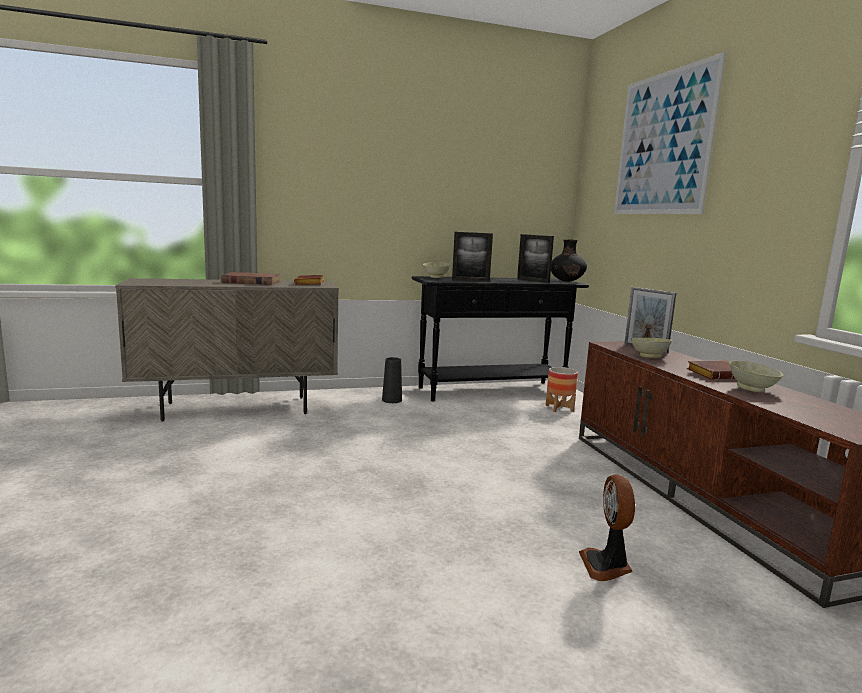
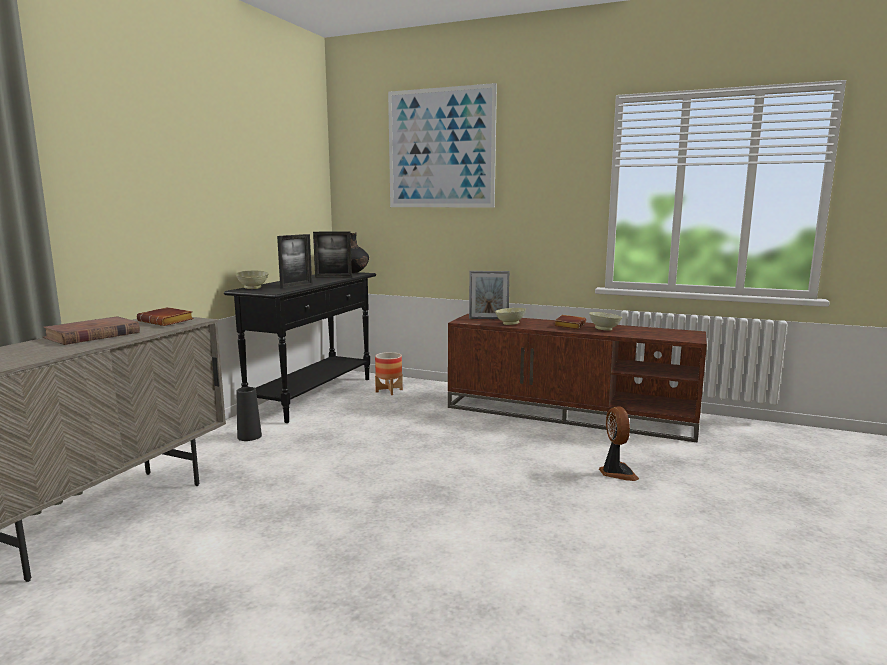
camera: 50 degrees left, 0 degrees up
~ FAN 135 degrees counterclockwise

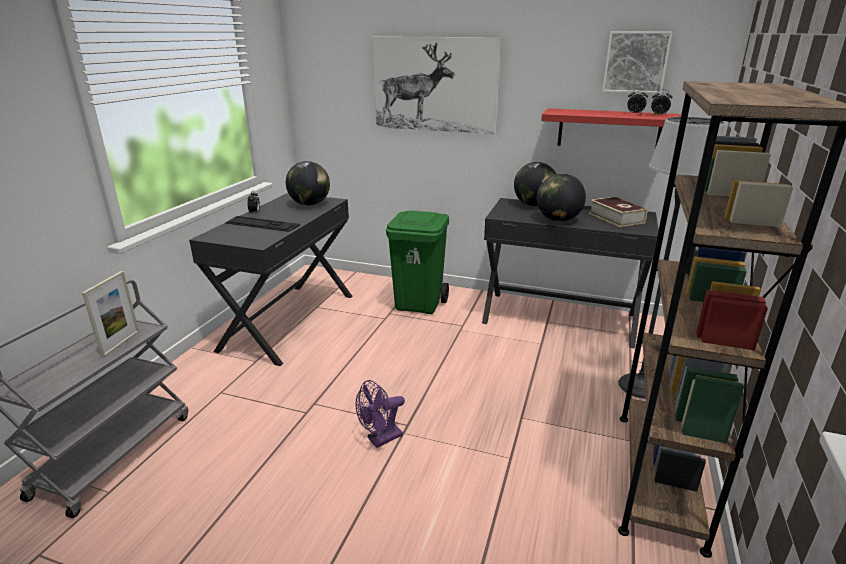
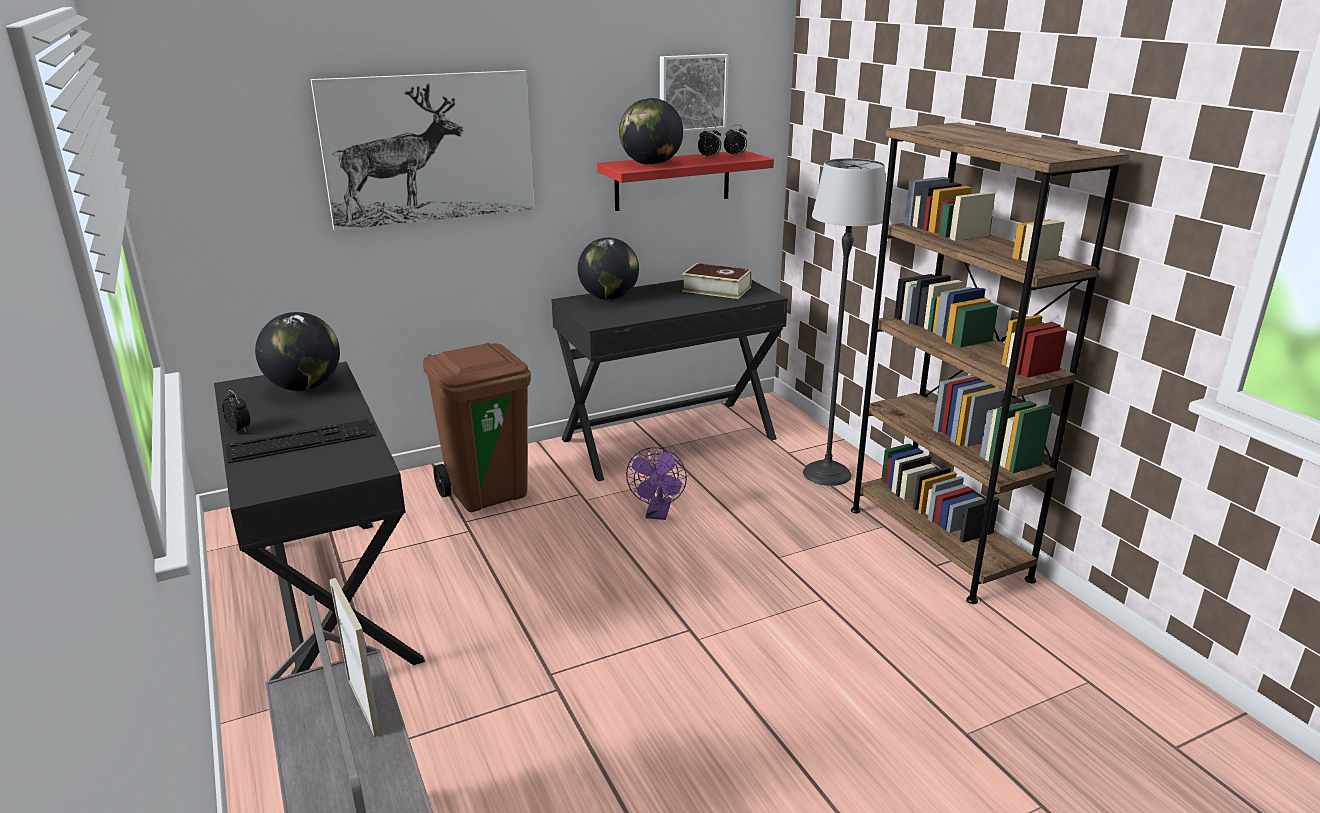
camera: 45 degrees left, 0 degrees up
~ GLOBE (no. 3 from left)
~ GREEN TRASH CAN to BROWN TRASH CAN
~ PURPLE FAN

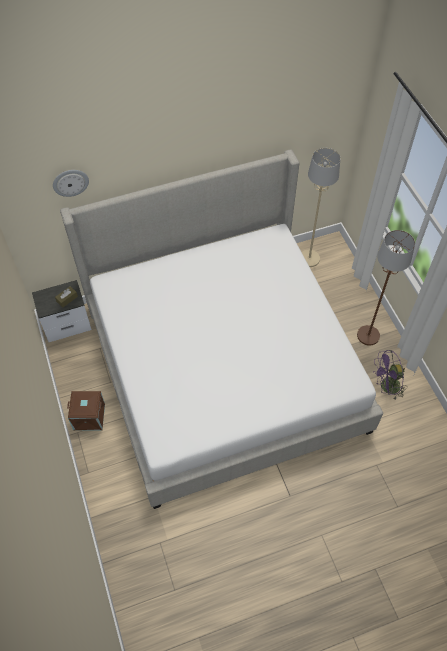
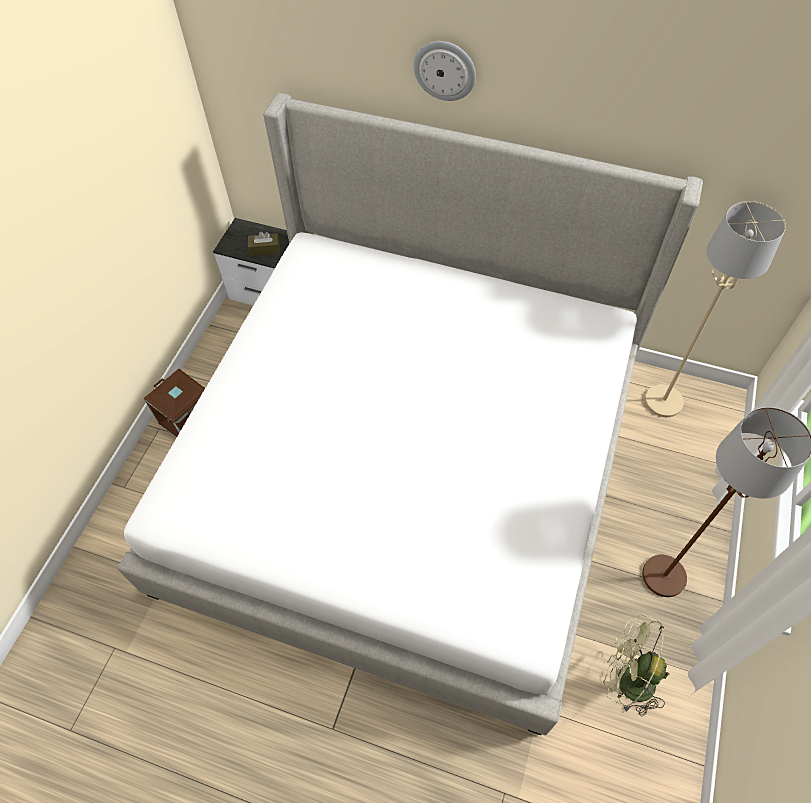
camera: 40 degrees right, 0 degrees up
~ WALL CLOCK
~ PURPLE FAN to GREEN FAN

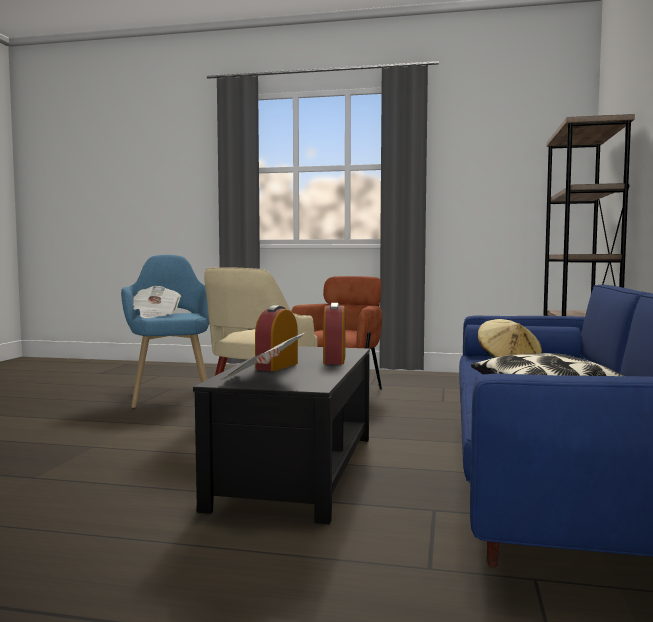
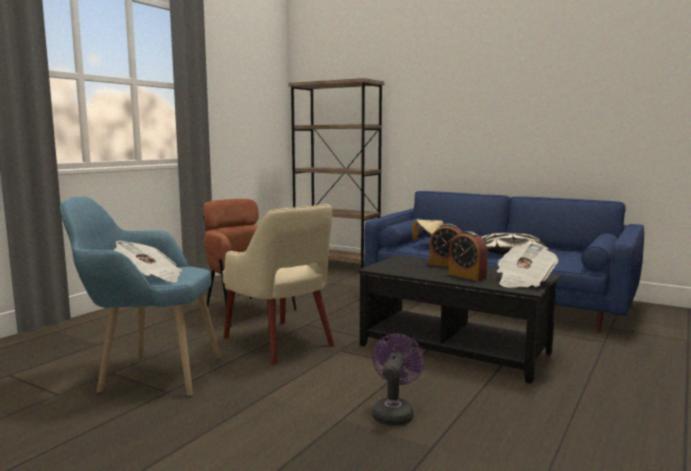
camera: 70 degrees left, 5 degrees up
+ PURPLE FAN

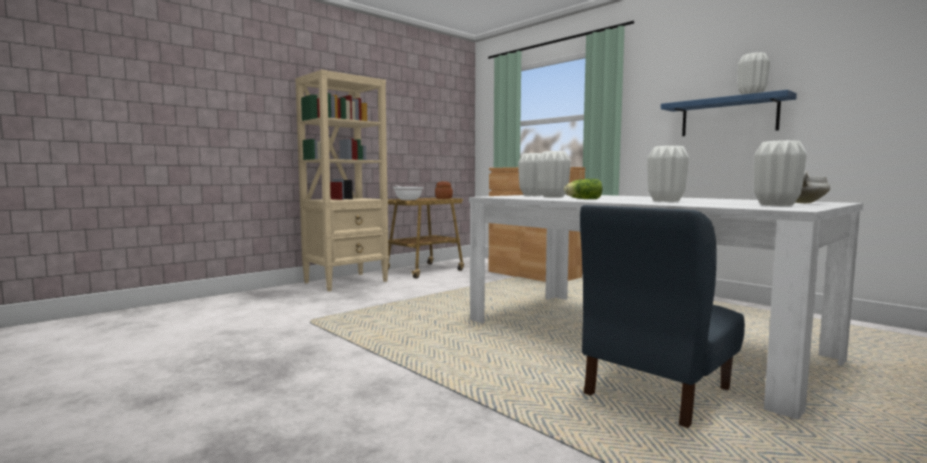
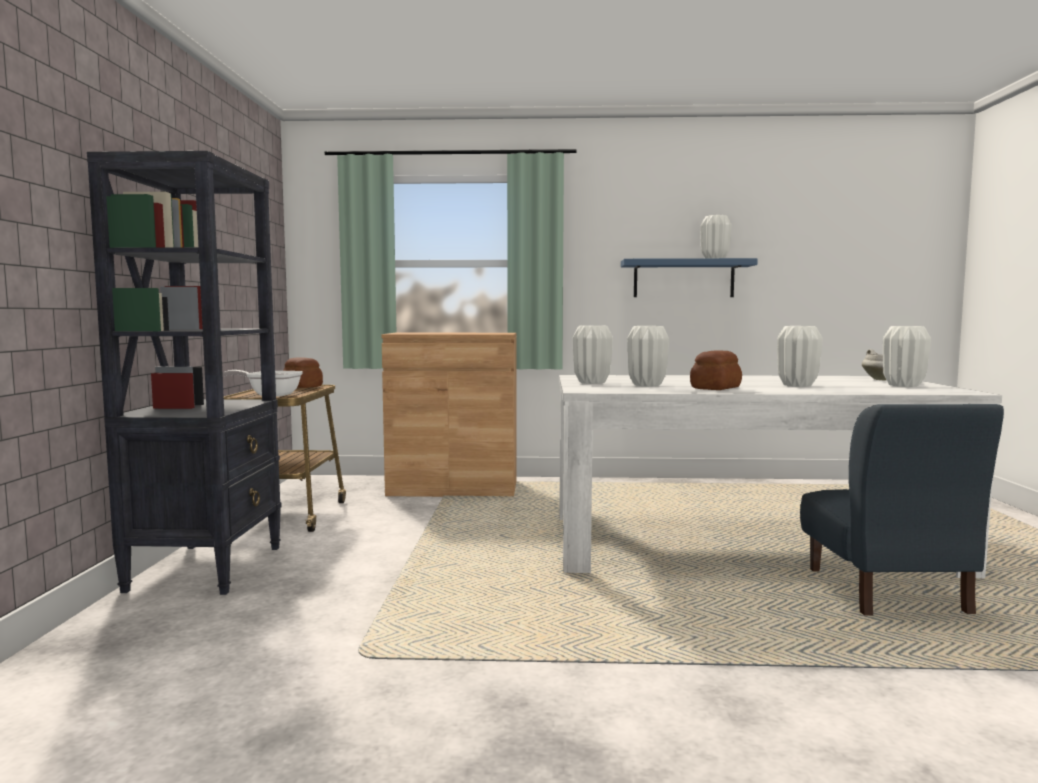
camera: 45 degrees left, 0 degrees up
~ BEIGE BOOKCASE to BLACK BOOKCASE
~ LETTUCE to BREAD (no. 2 from left)

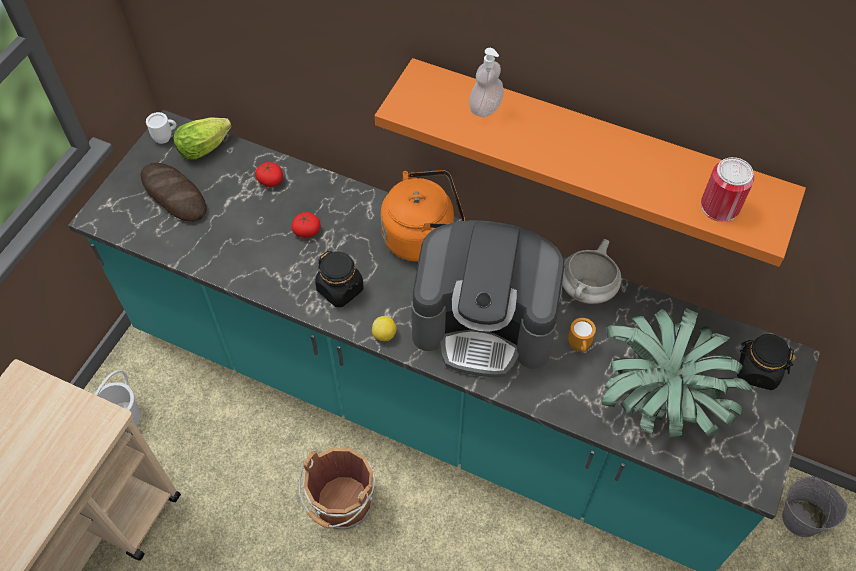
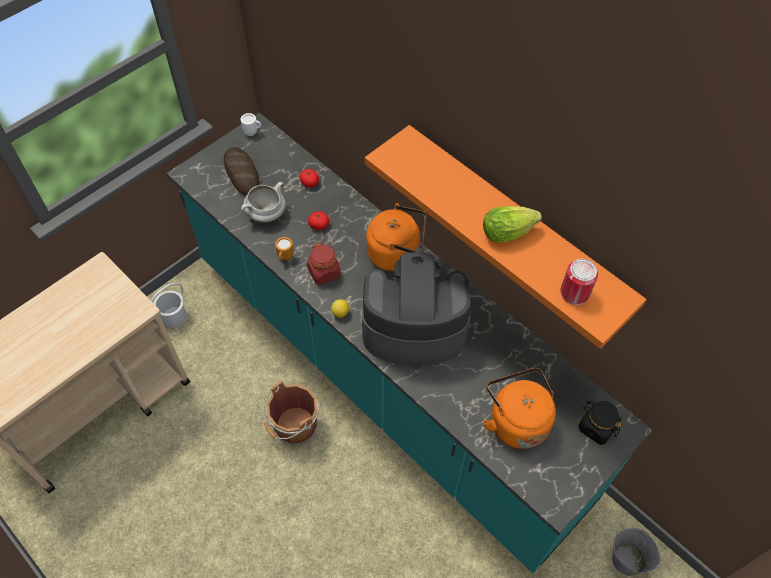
camera: 20 degrees right, 0 degrees up
- SOAP DISPENSER
~ LETTUCE
~ COFFEE MACHINE 150 degrees clockwise
~ WHITE COOKING POT
~ BLACK JAR (no. 1 from left) to RED JAR
~ POTTED PLANT to ORANGE KETTLE (no. 2 from left)
~ ORANGE MUG

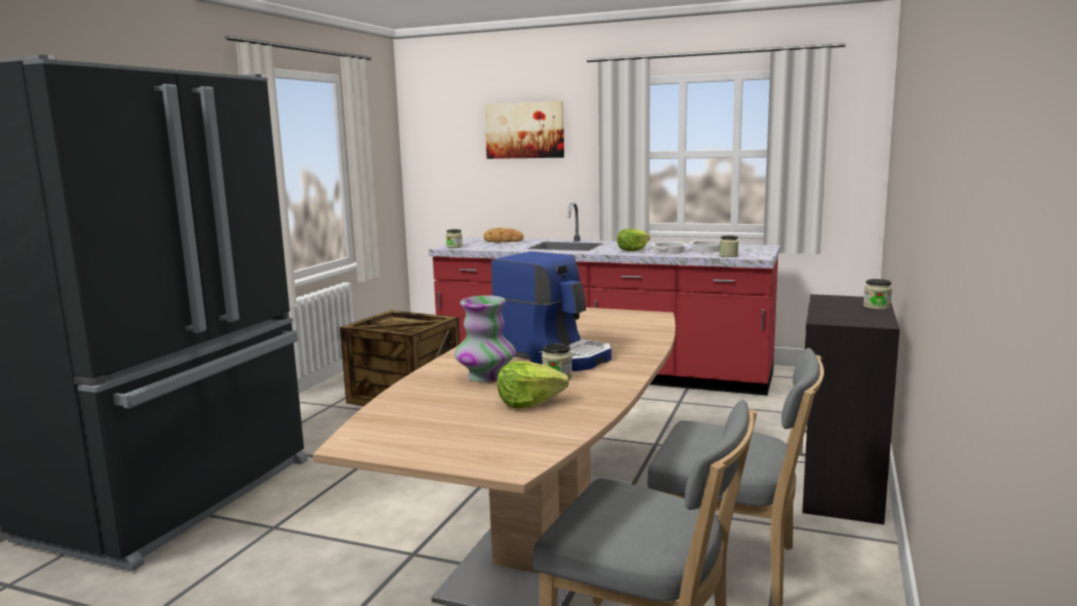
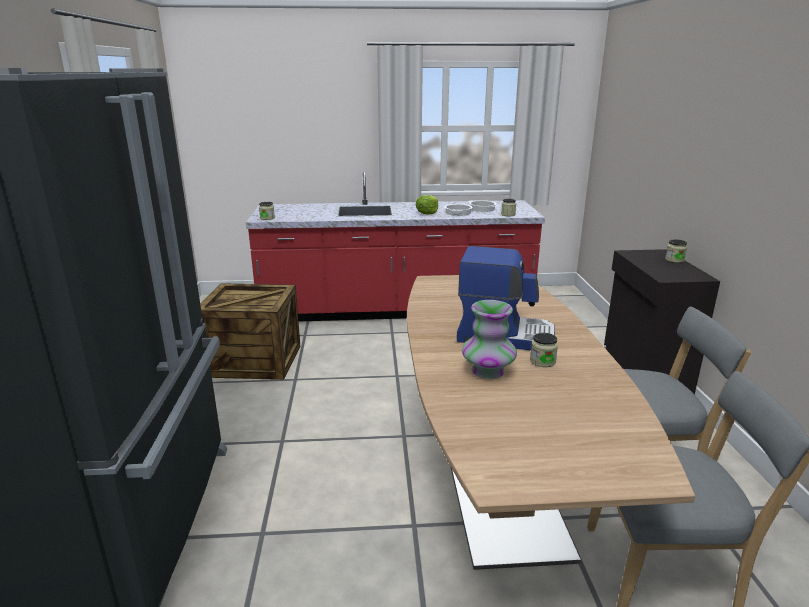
camera: 25 degrees left, 10 degrees up
- PICTURE
- BREAD
- LETTUCE (no. 1 from left)

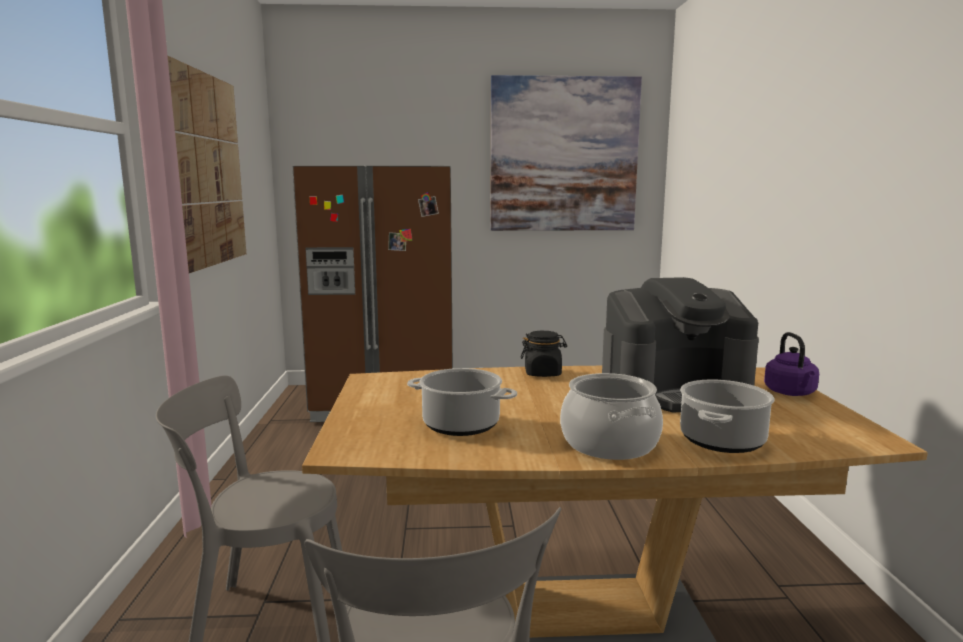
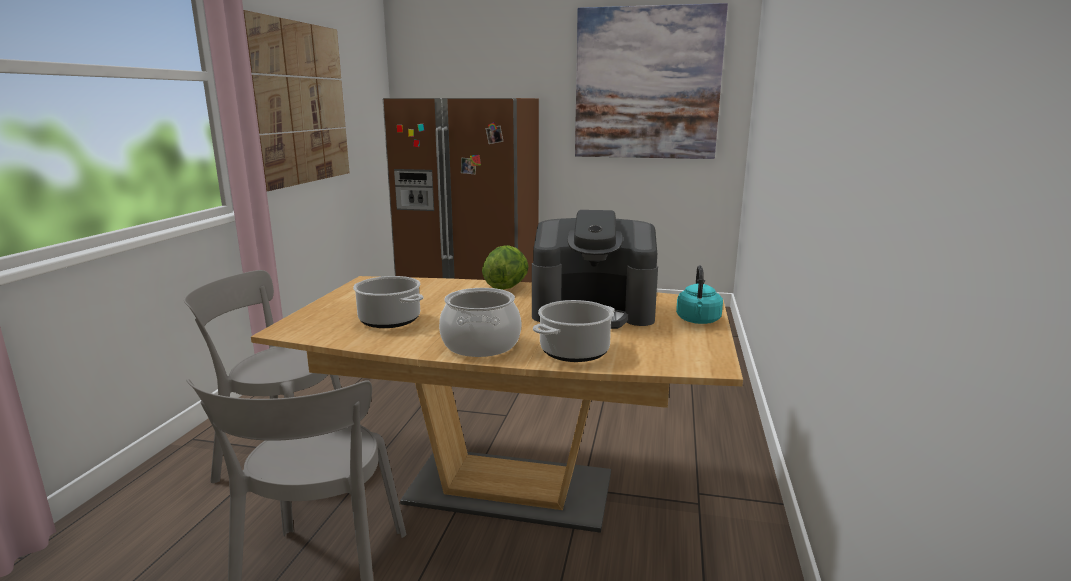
camera: 15 degrees right, 5 degrees up
~ BLACK JAR to LETTUCE
~ PURPLE KETTLE to TURQUOISE KETTLE

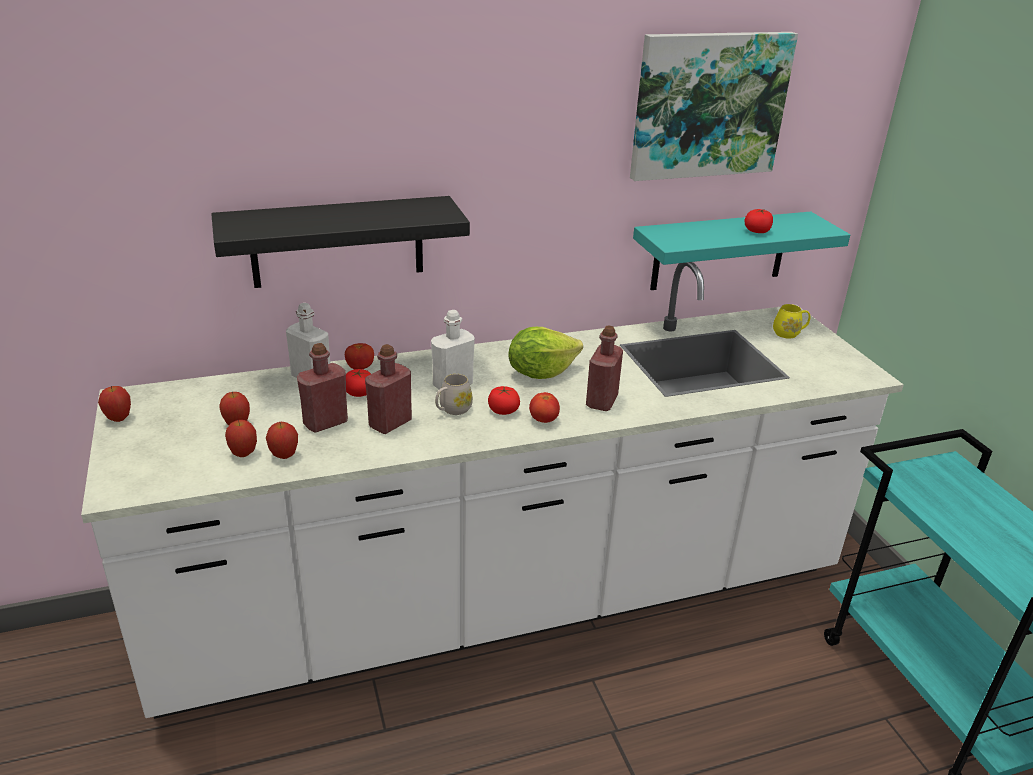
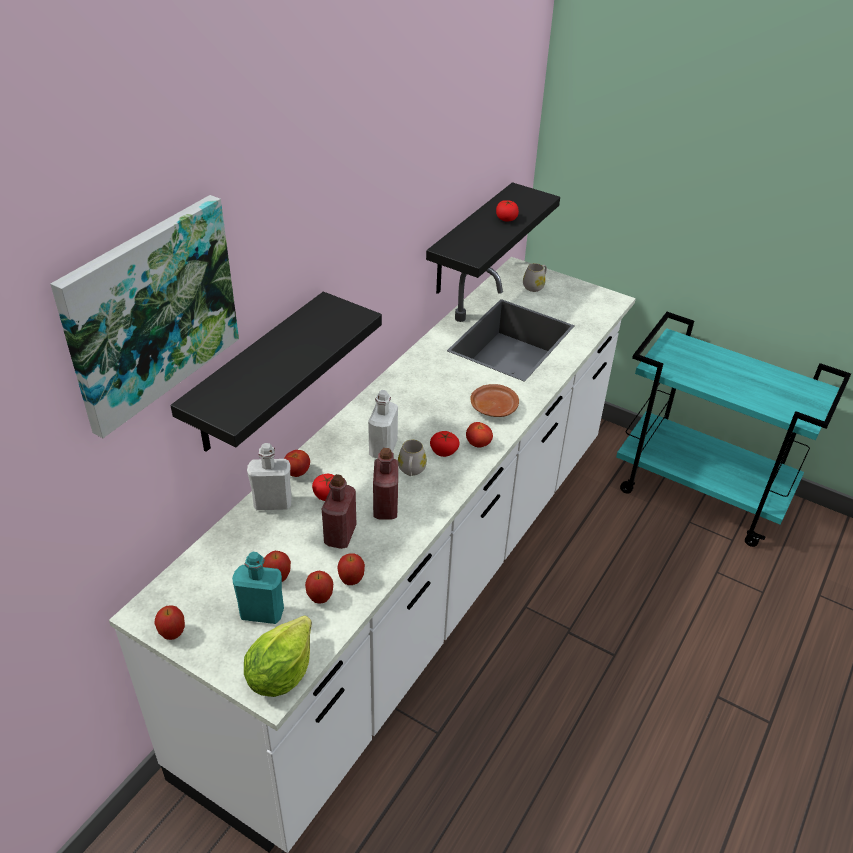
camera: 40 degrees left, 10 degrees up
~ PICTURE
~ TURQUOISE SHELF to BLACK SHELF (no. 2 from left)
~ YELLOW MUG to WHITE MUG (no. 2 from left)
~ RED BOTTLE (no. 3 from left) to BROWN PLATE
~ LETTUCE
+ TURQUOISE BOTTLE

